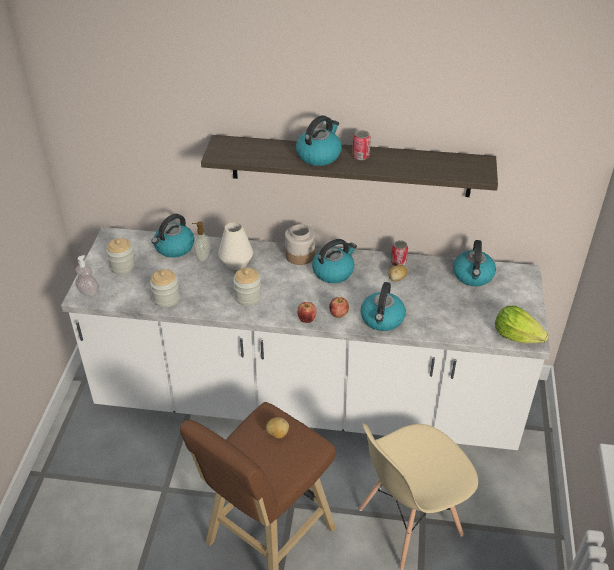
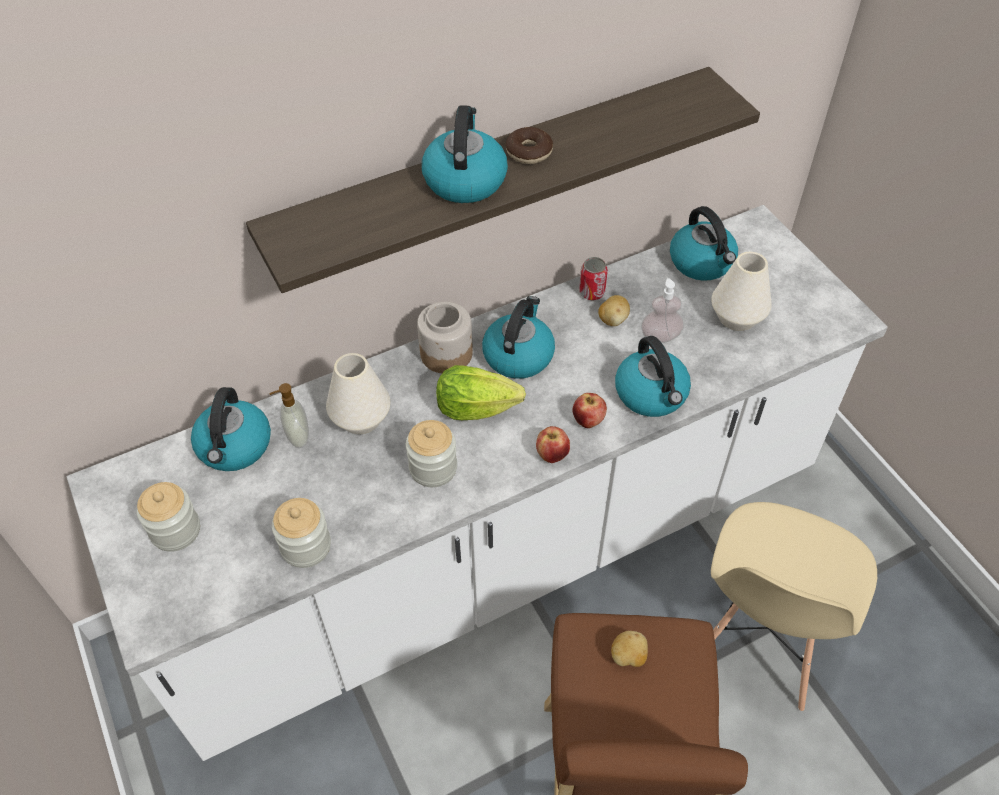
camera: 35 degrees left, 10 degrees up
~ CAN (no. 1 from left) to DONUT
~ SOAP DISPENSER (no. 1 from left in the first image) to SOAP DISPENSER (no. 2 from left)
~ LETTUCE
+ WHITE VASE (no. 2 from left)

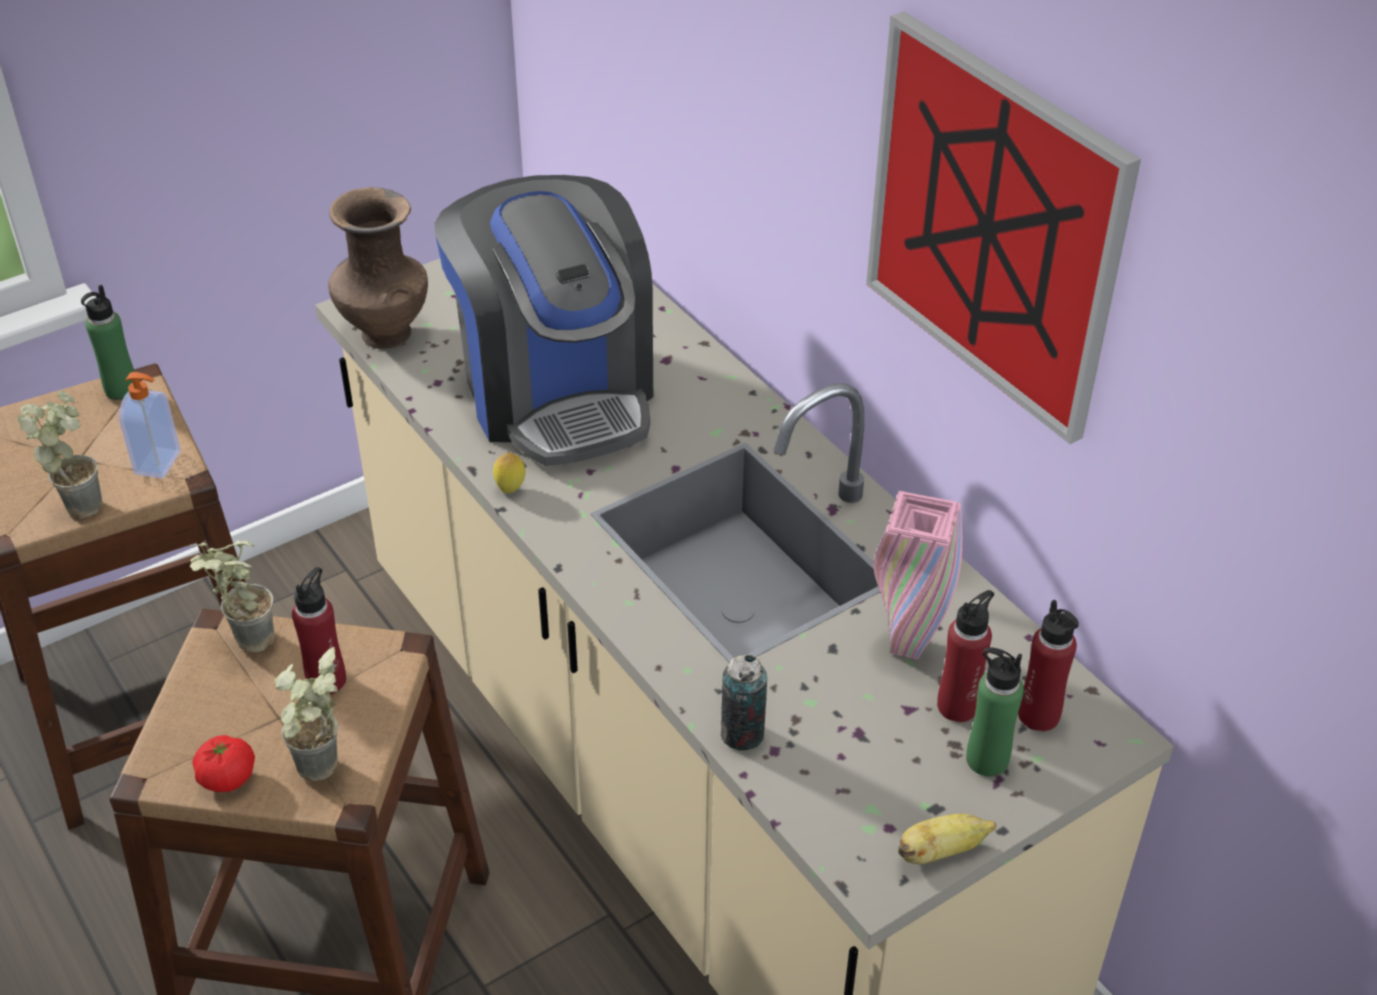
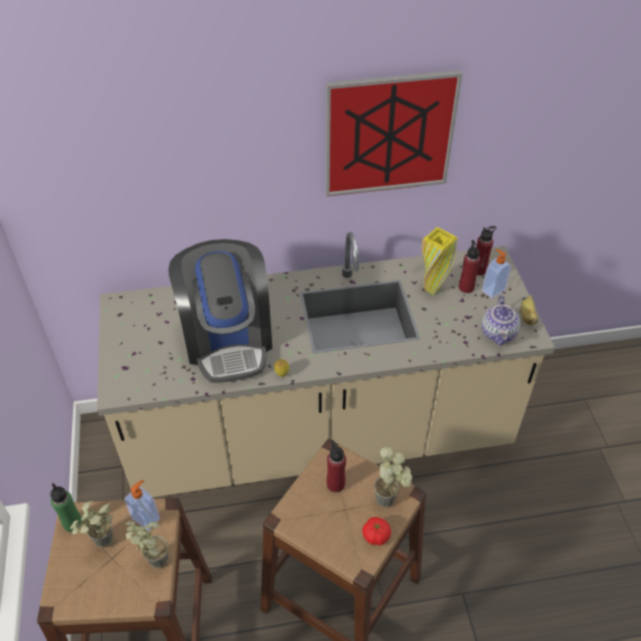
camera: 65 degrees left, 5 degrees up
~ COFFEE MACHINE 75 degrees clockwise
- BROWN VASE
~ PINK VASE to YELLOW VASE
~ POTTED PLANT (no. 2 from left in the first image) to POTTED PLANT (no. 1 from left)
~ GREEN BOTTLE (no. 2 from left) to SOAP DISPENSER (no. 2 from left)
- CAN
+ TEAPOT

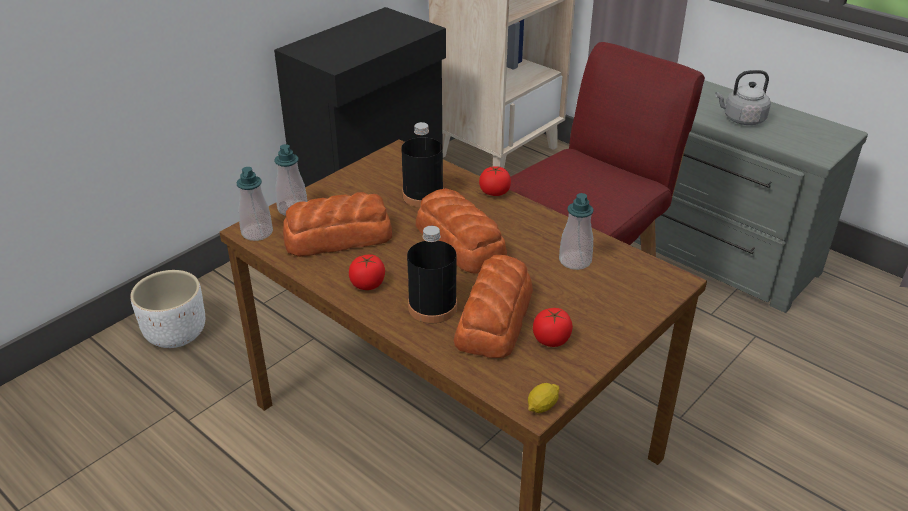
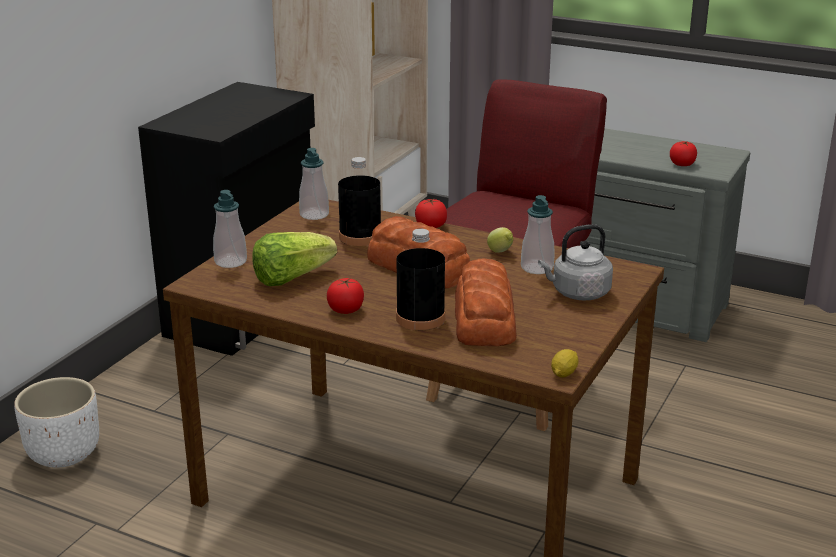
camera: 15 degrees left, 10 degrees down
~ GREY KETTLE
~ SOAP DISPENSER (no. 1 from left in the first image) to SOAP DISPENSER (no. 2 from left)
~ BREAD (no. 1 from left) to LETTUCE
~ TOMATO (no. 3 from left)
+ LEMON (no. 1 from left)

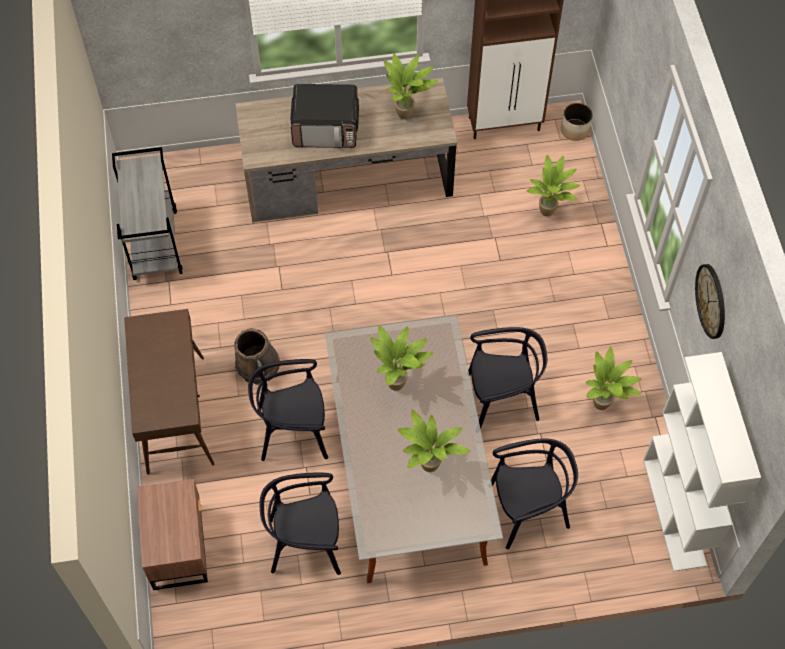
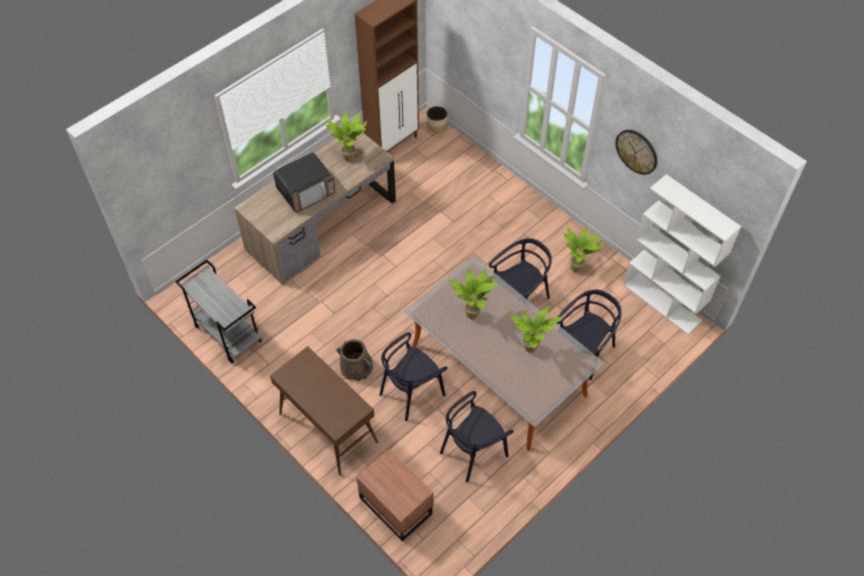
camera: 35 degrees left, 5 degrees down
- POTTED PLANT (no. 4 from left)

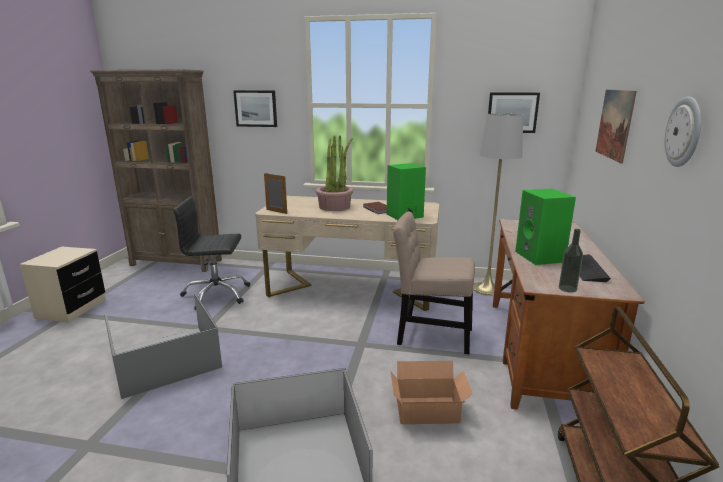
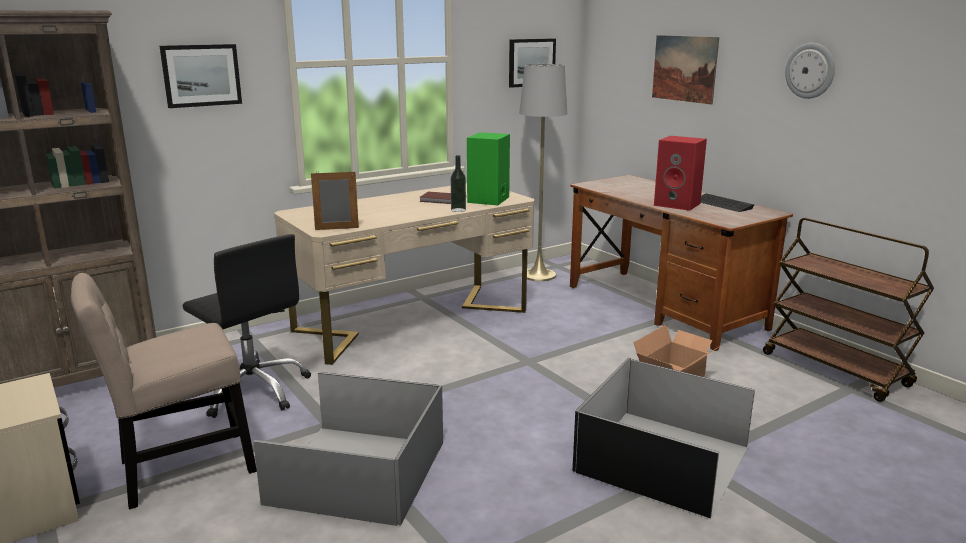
camera: 45 degrees left, 0 degrees up
- POTTED PLANT
~ GREEN SPEAKER (no. 2 from left) to RED SPEAKER
~ BLACK OFFICE CHAIR 90 degrees counterclockwise
~ BEIGE CHAIR
~ BOTTLE

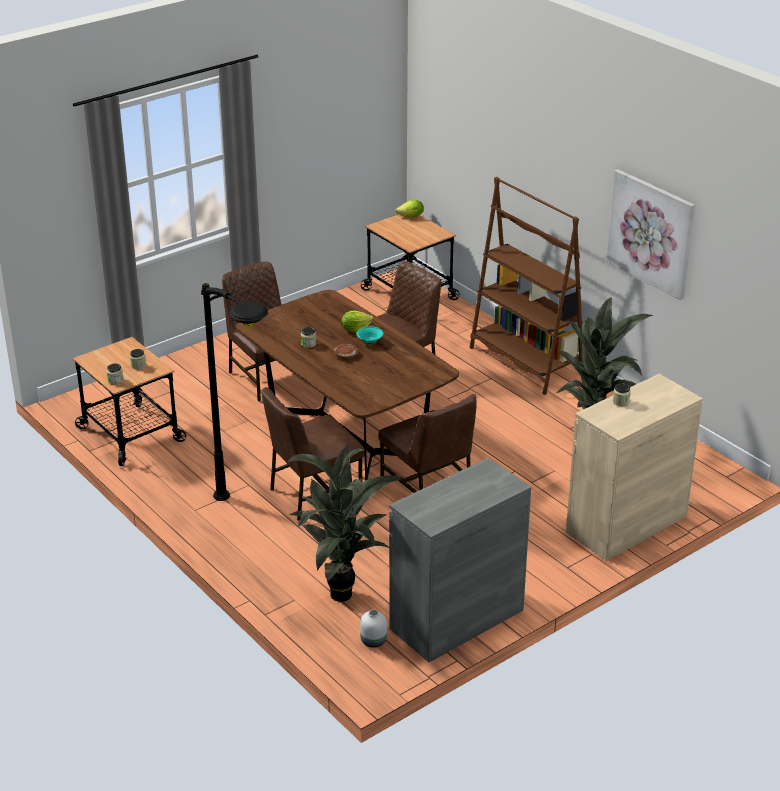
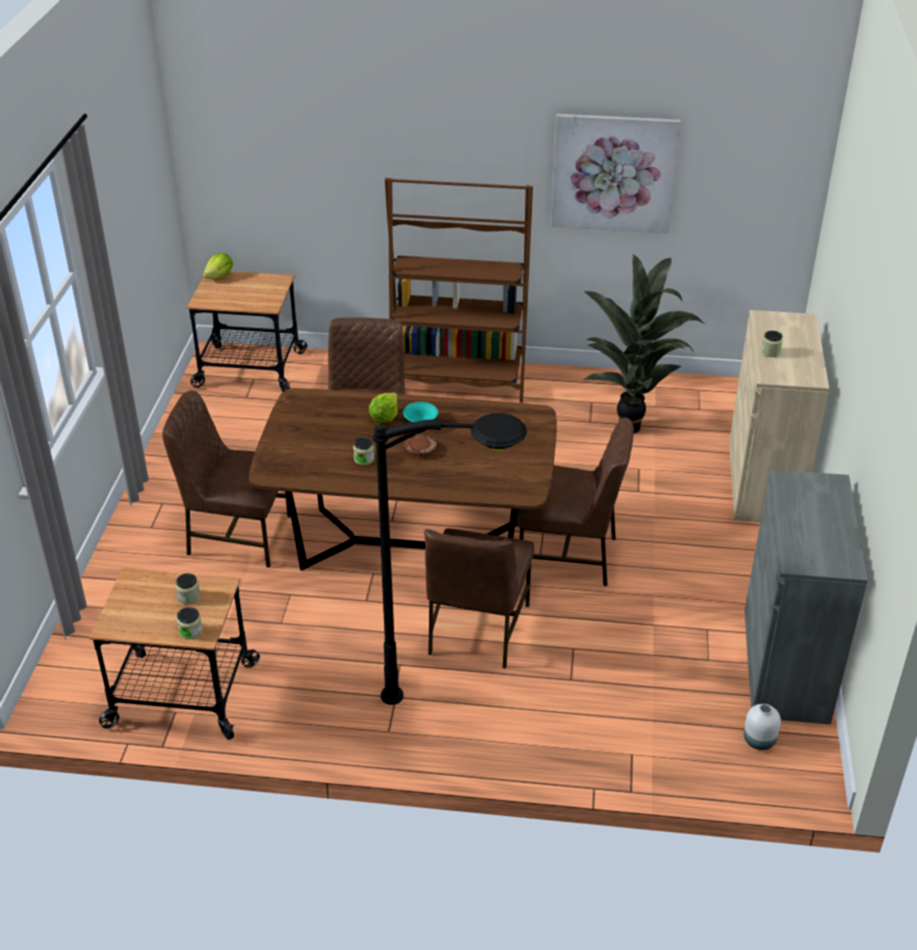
camera: 45 degrees left, 5 degrees up
- POTTED PLANT (no. 1 from left)

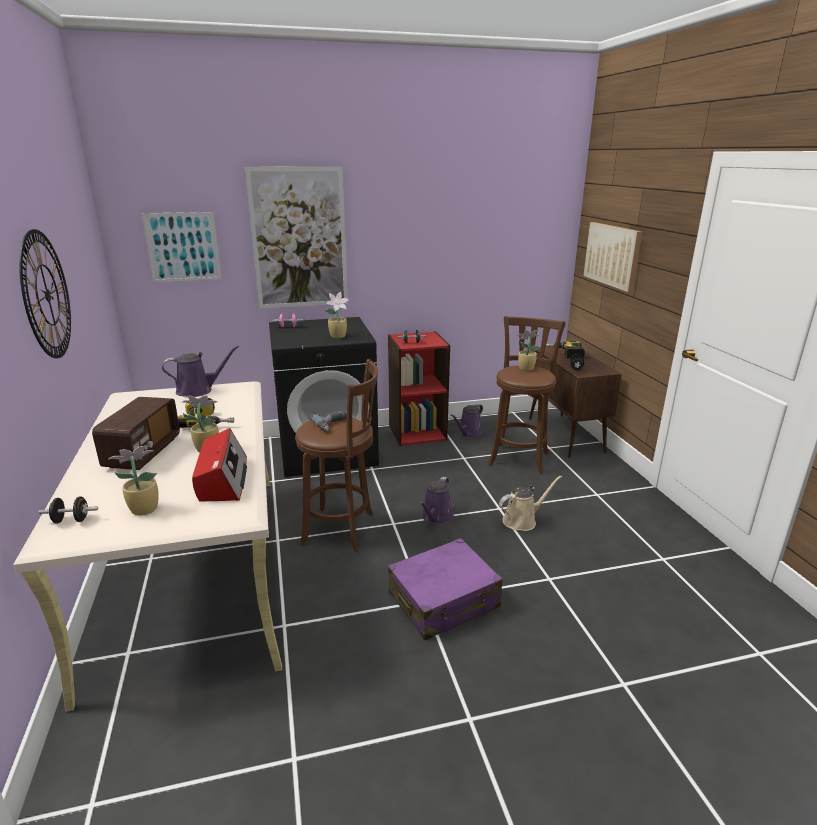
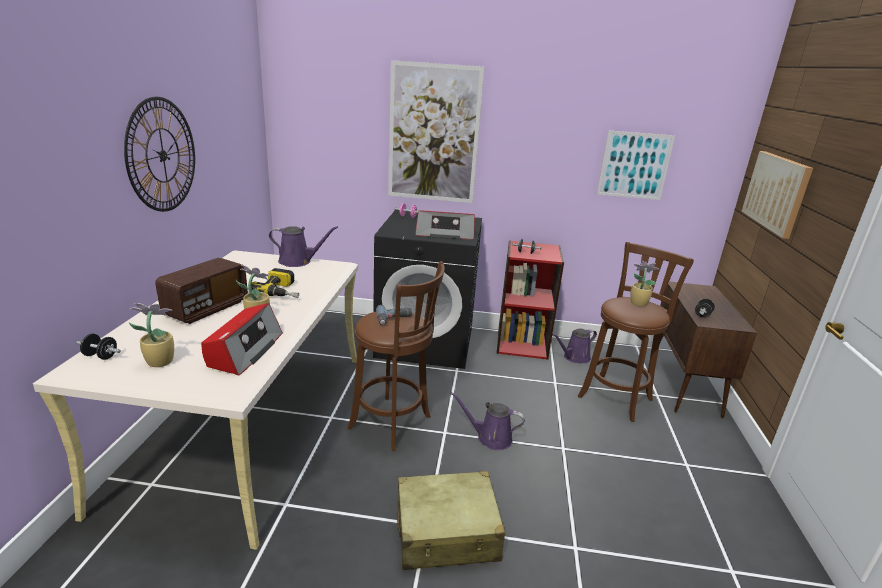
camera: 20 degrees right, 0 degrees up
~ PICTURE (no. 1 from left in the first image) to PICTURE (no. 2 from left)
~ POTTED PLANT (no. 3 from left) to RADIO (no. 3 from left)
- POWER DRILL (no. 3 from left)
- BEIGE WATERING CAN
~ PURPLE WATERING CAN (no. 2 from left) 60 degrees clockwise
~ PURPLE SUITCASE to BEIGE SUITCASE

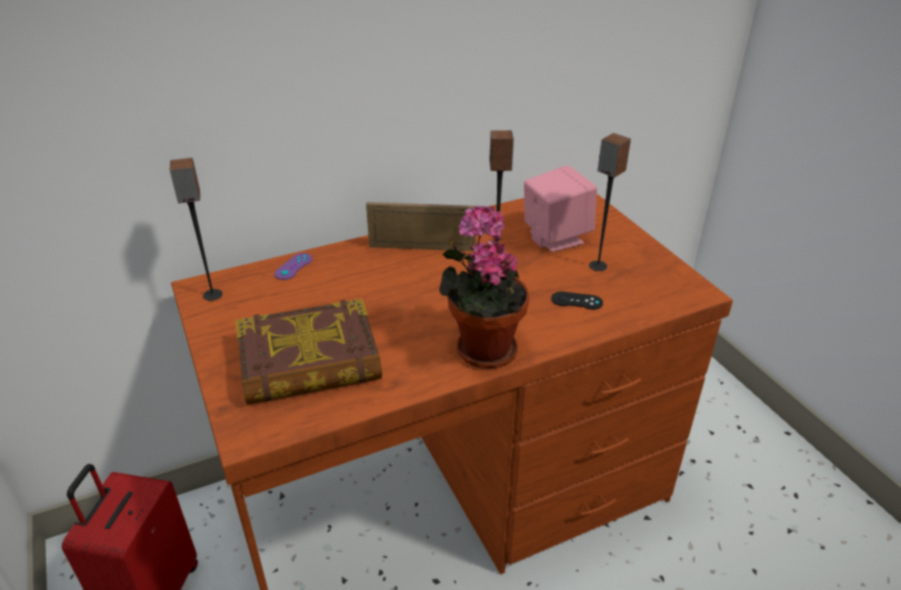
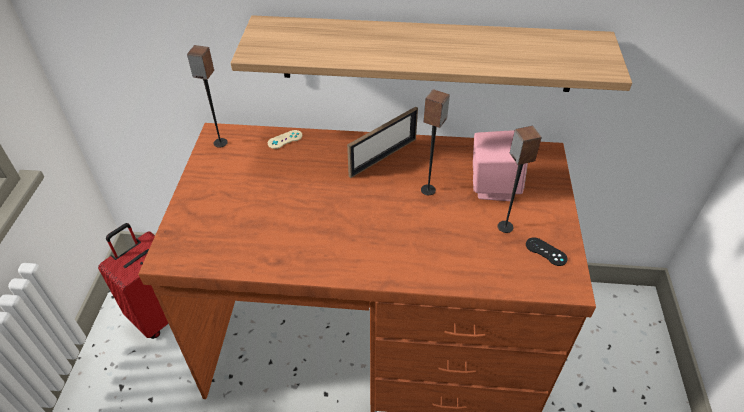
camera: 30 degrees right, 10 degrees up
~ PICTURE FRAME 105 degrees clockwise
- POTTED PLANT
~ PURPLE GAME CONTROLLER to BEIGE GAME CONTROLLER
~ BLACK GAME CONTROLLER
- BOOK
+ SHELF

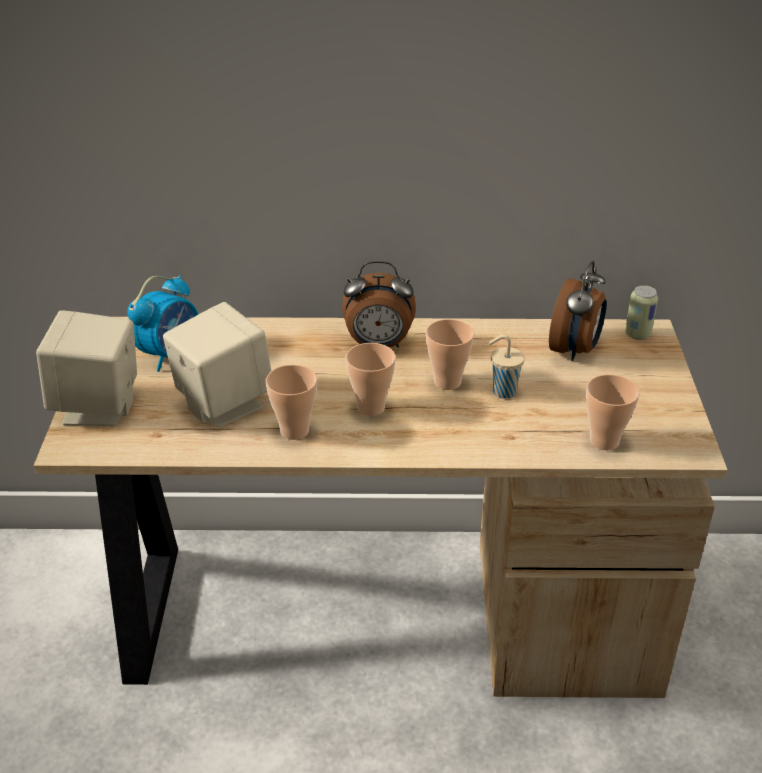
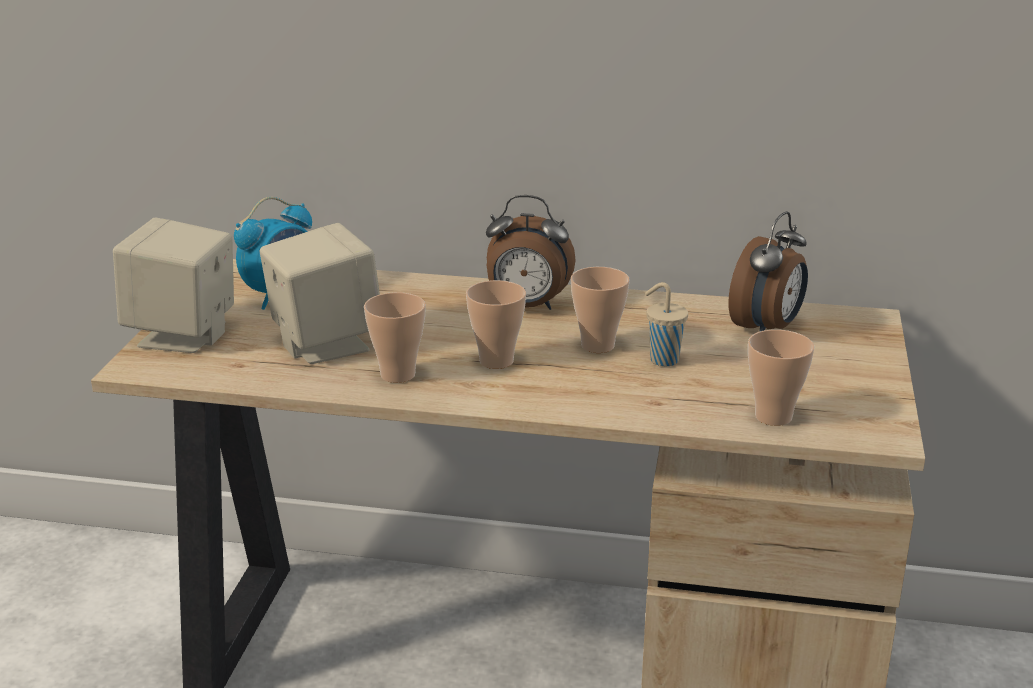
camera: 10 degrees right, 10 degrees down
- CAN

